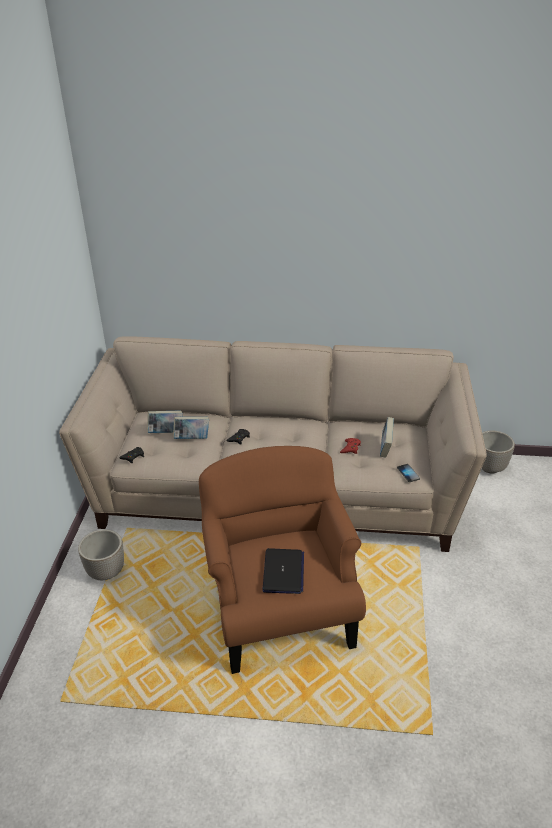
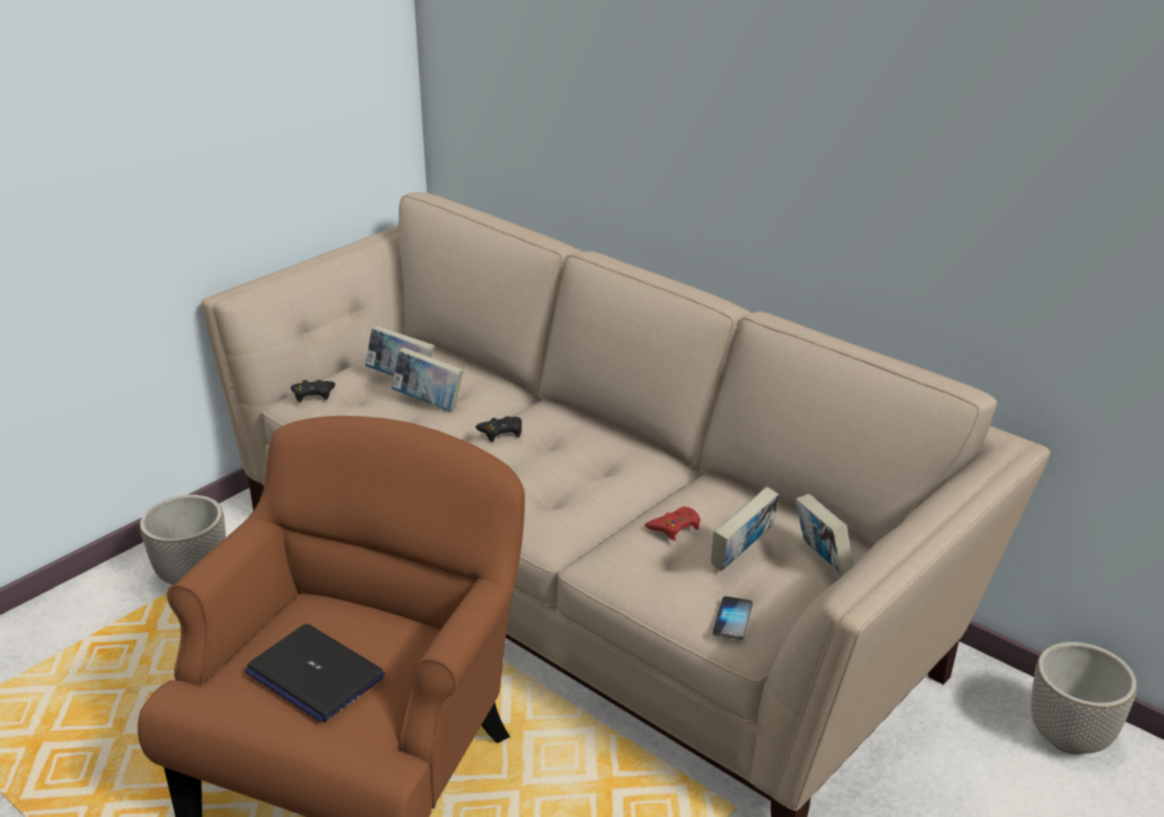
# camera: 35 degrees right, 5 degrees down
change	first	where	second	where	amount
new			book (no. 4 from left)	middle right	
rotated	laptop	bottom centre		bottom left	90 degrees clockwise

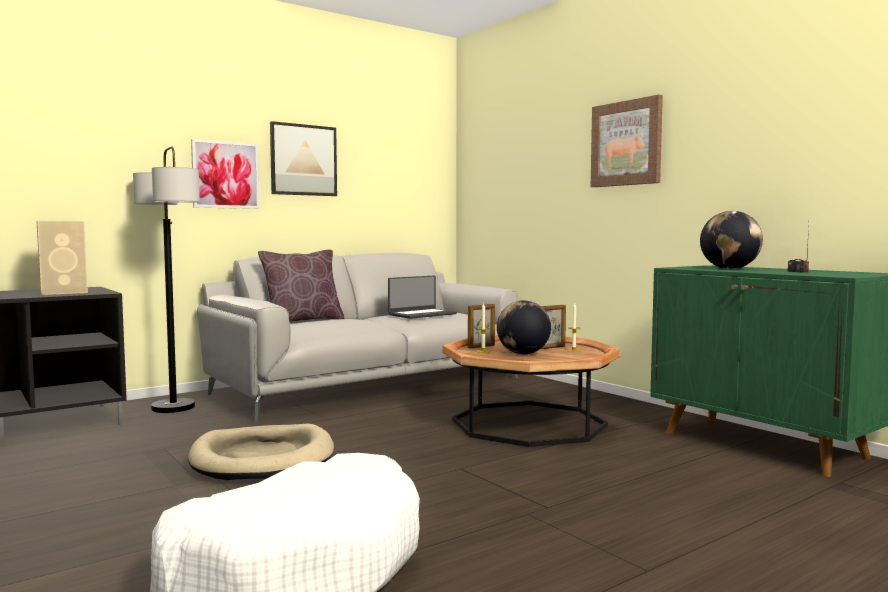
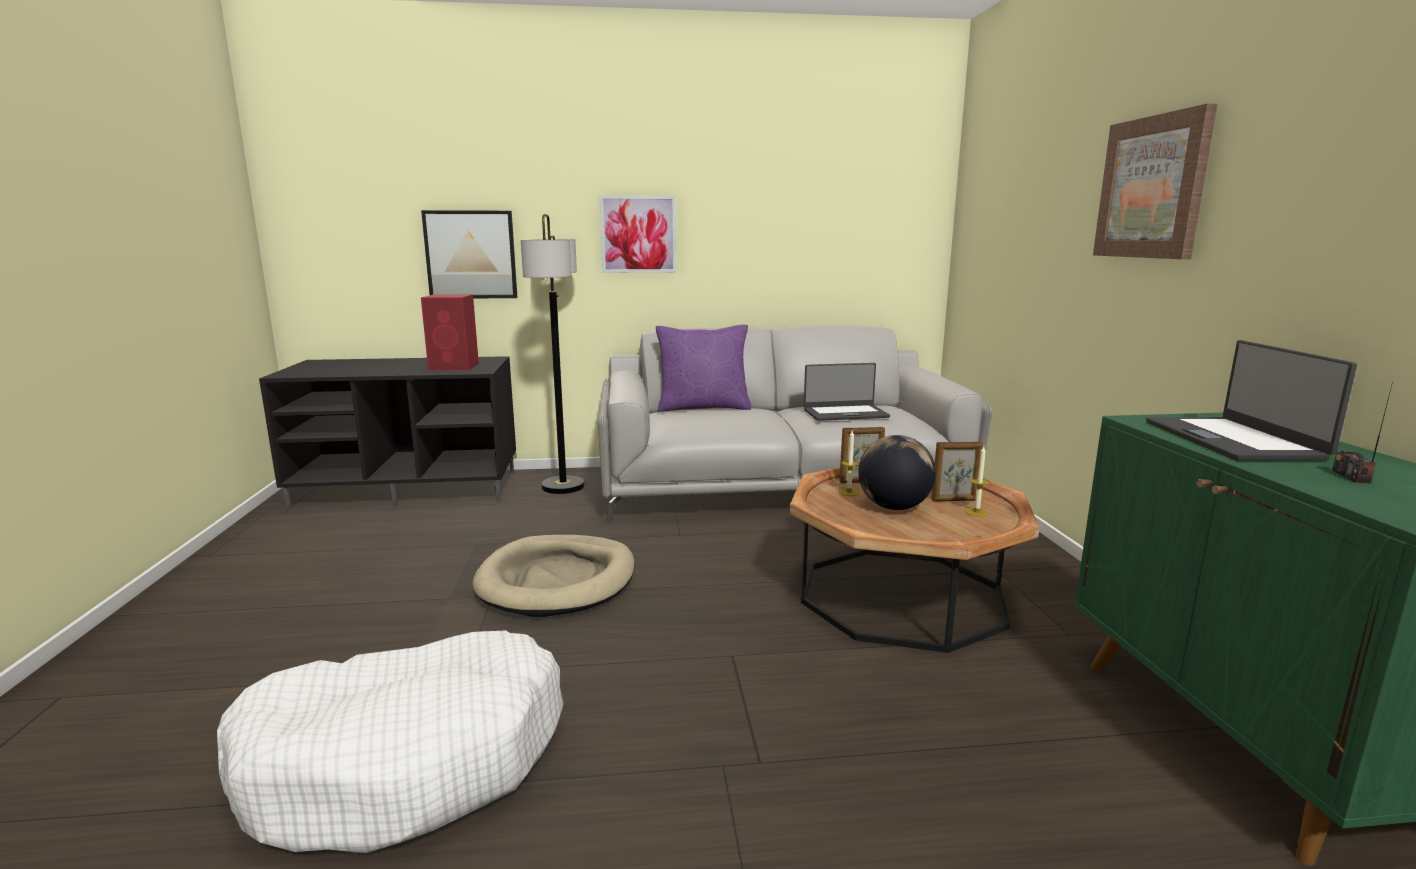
# camera: 30 degrees right, 10 degrees up
change	first	where	second	where	amount
shifted	picture (no. 2 from left in the first image)	top centre	picture (no. 1 from left)	top left	
swapped	globe (no. 2 from left)	middle right	laptop (no. 2 from left)	middle right	
repainted	beige speaker	middle left	red speaker	middle left	
repainted	brown pillow	centre	purple pillow	centre	

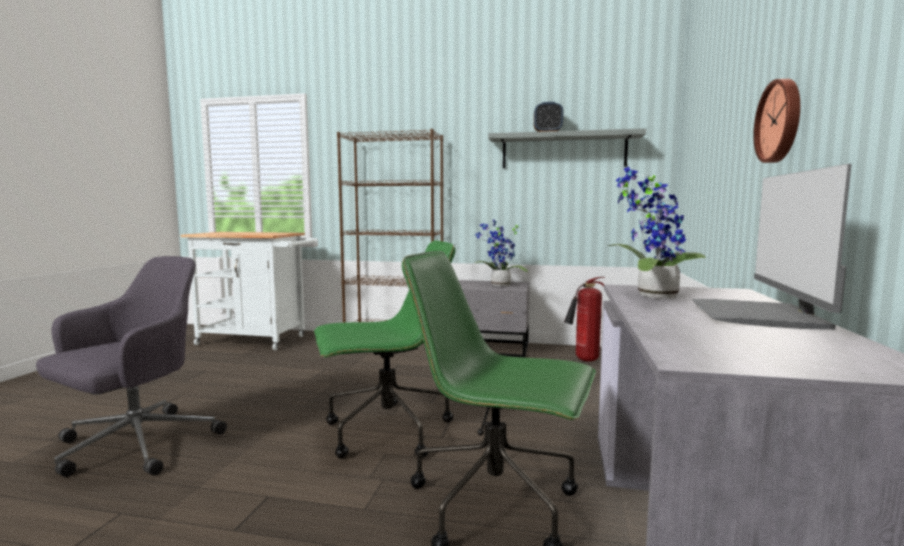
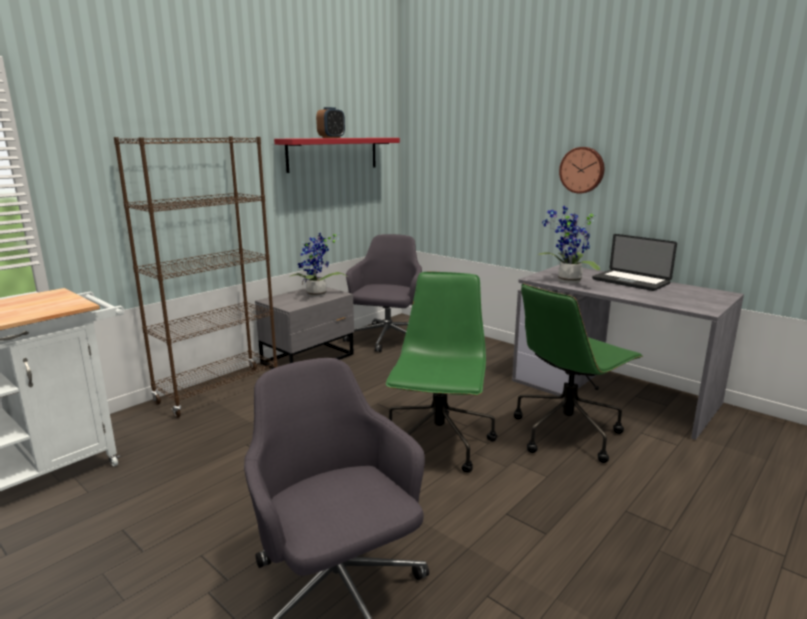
# camera: 60 degrees left, 10 degrees up
change	first	where	second	where	amount
swapped	fire extinguisher	centre	grey office chair (no. 2 from left)	centre	
swapped	monitor	middle right	laptop	middle right	
repainted	grey shelf	top centre	red shelf	top centre	

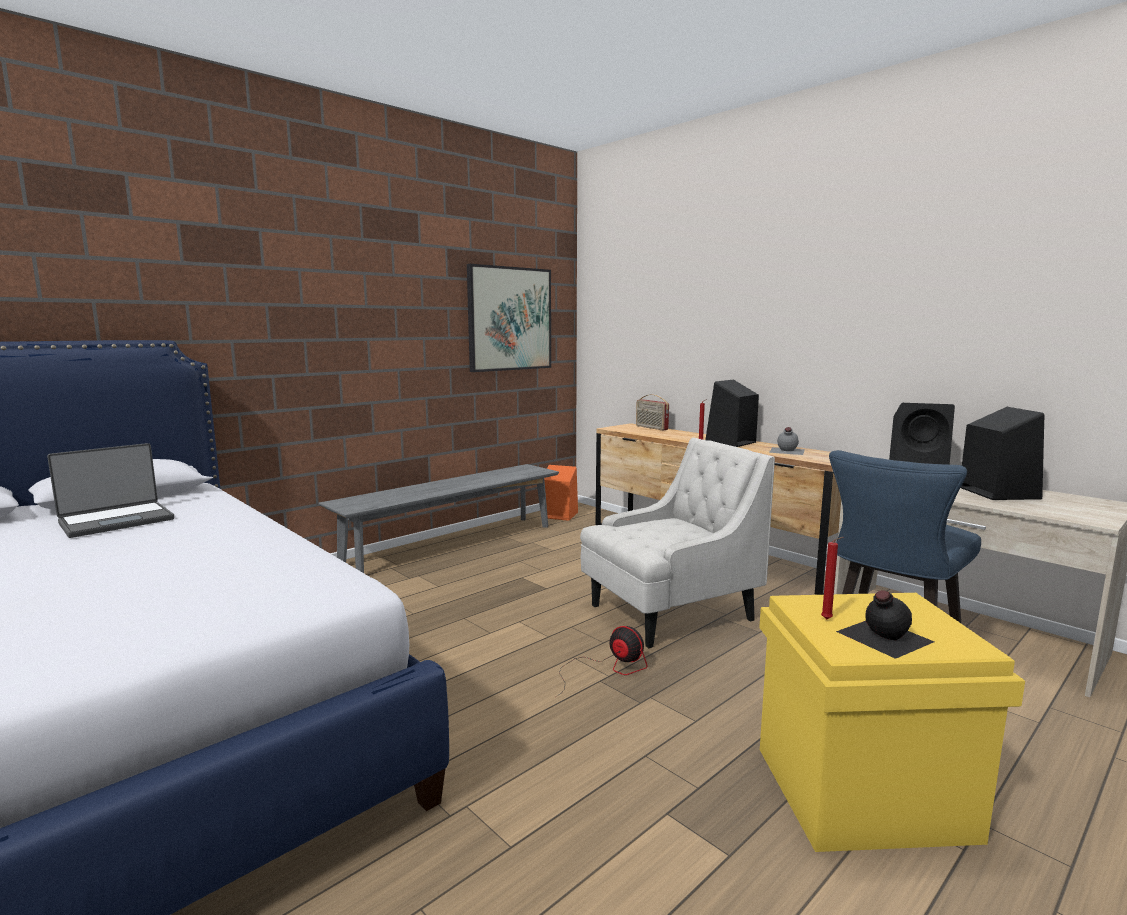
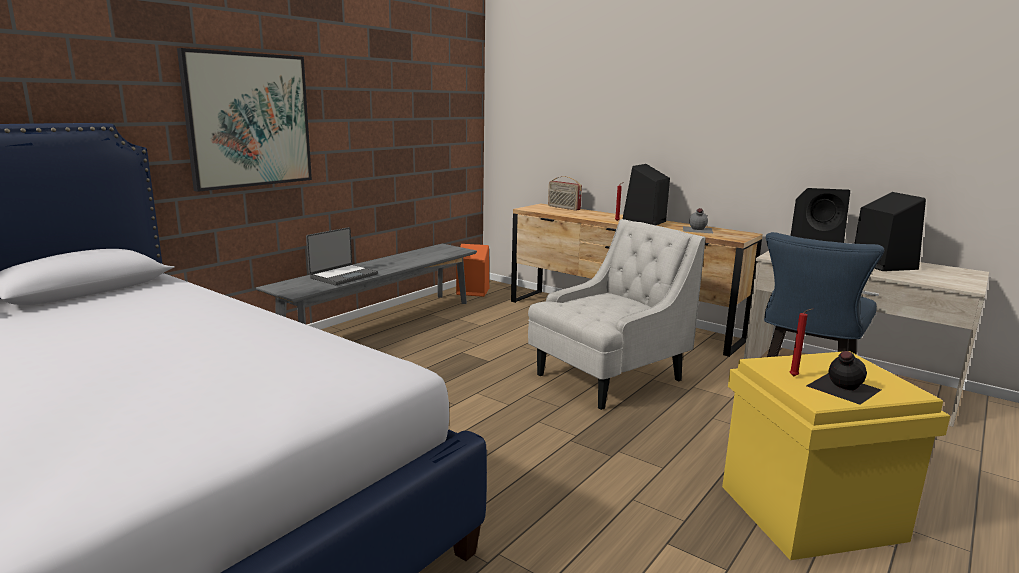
# camera: 10 degrees left, 5 degrees up
change	first	where	second	where	amount
gone	fan	bottom centre			
shifted	laptop	middle left		centre	
shifted	picture	centre		top left	

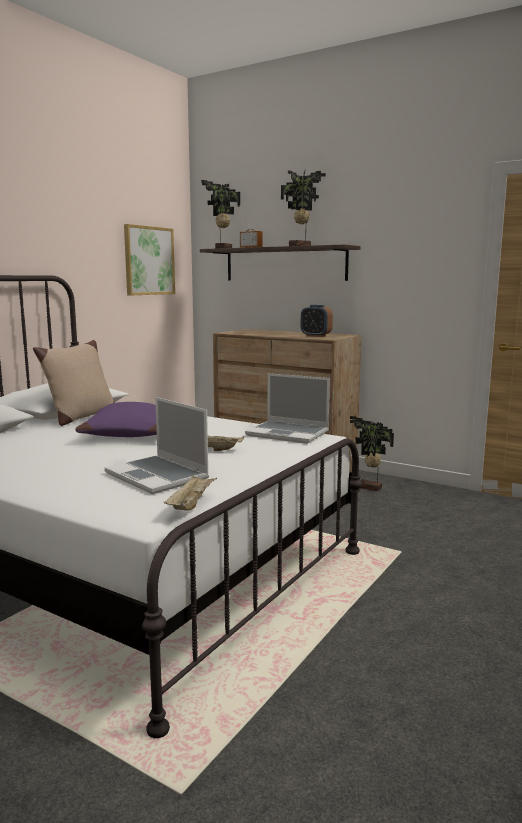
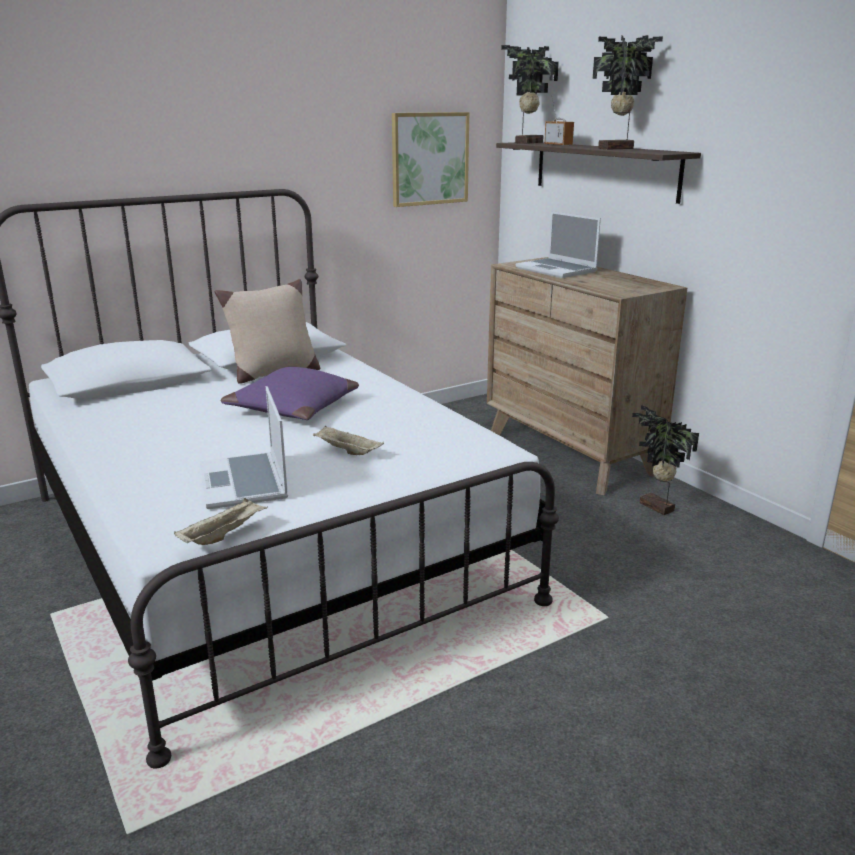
# camera: 25 degrees right, 10 degrees up
change	first	where	second	where	amount
gone	alarm clock	centre			
shifted	laptop (no. 2 from left)	centre		top centre	

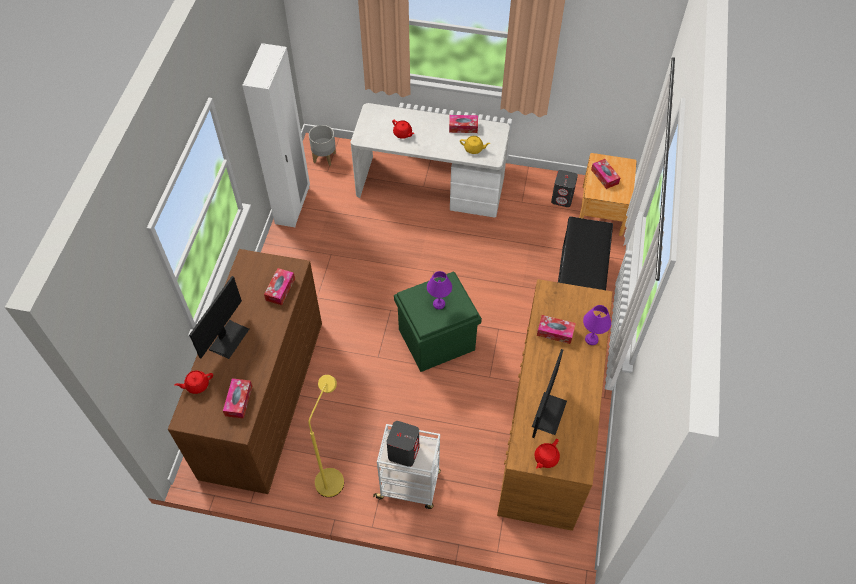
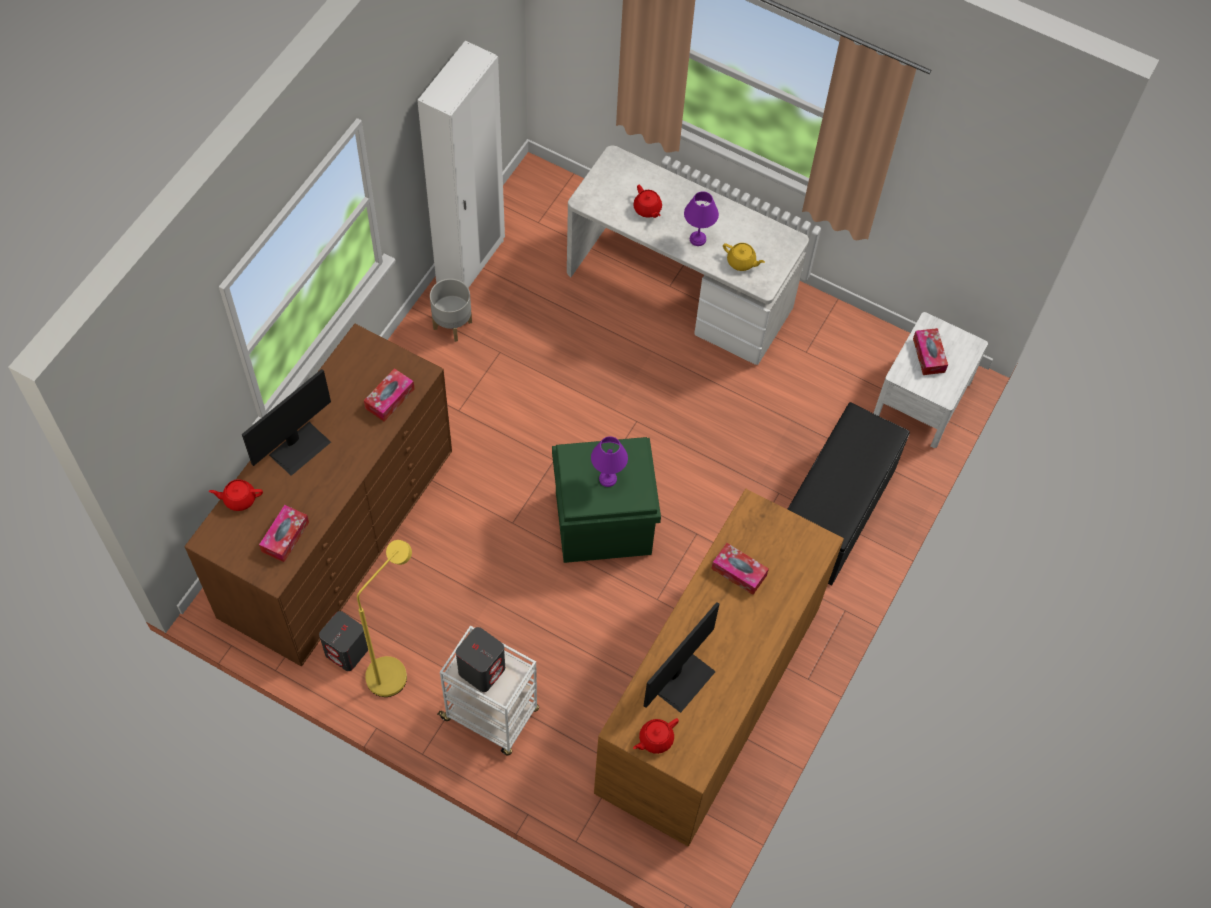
# camera: 15 degrees right, 5 degrees up
change	first	where	second	where	amount
gone	tissue box (no. 3 from left)	top centre			
shifted	grey planter	top centre		centre	
shifted	grey speaker (no. 2 from left in the first image)	top centre	grey speaker (no. 1 from left)	bottom left	
shifted	purple table lamp (no. 2 from left)	middle right		top centre	
repainted	brown nightstand	top right	white nightstand	middle right	

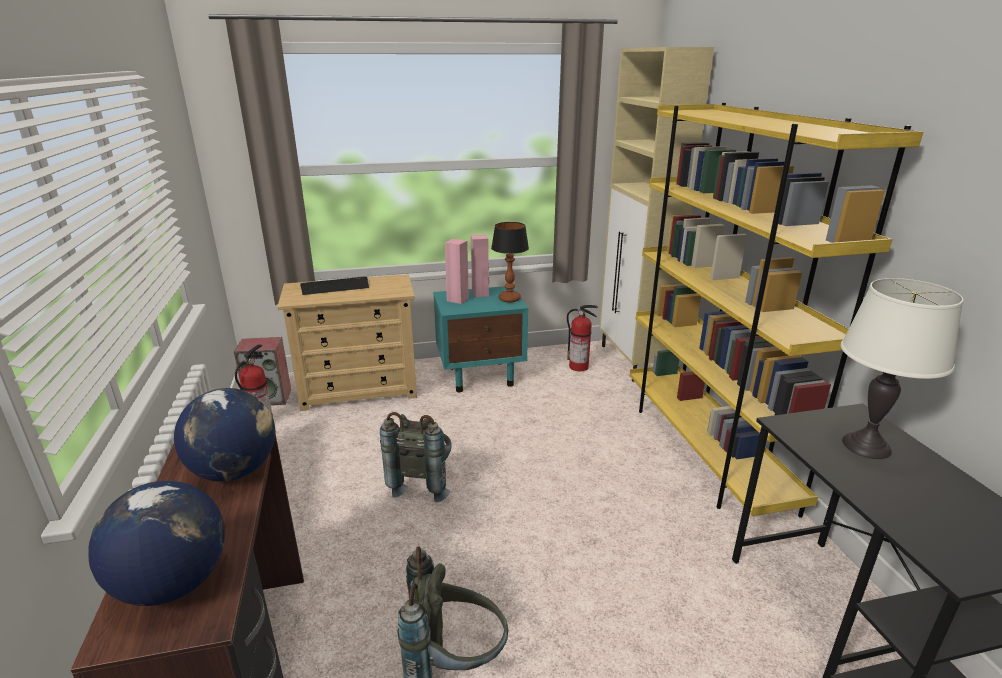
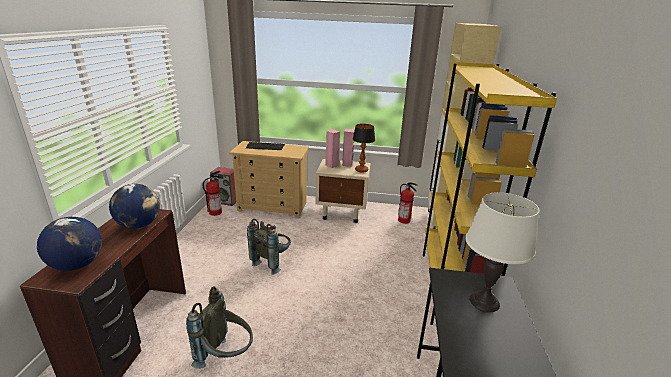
# camera: 20 degrees right, 0 degrees up
change	first	where	second	where	amount
repainted	turquoise nightstand	centre	beige nightstand	centre	

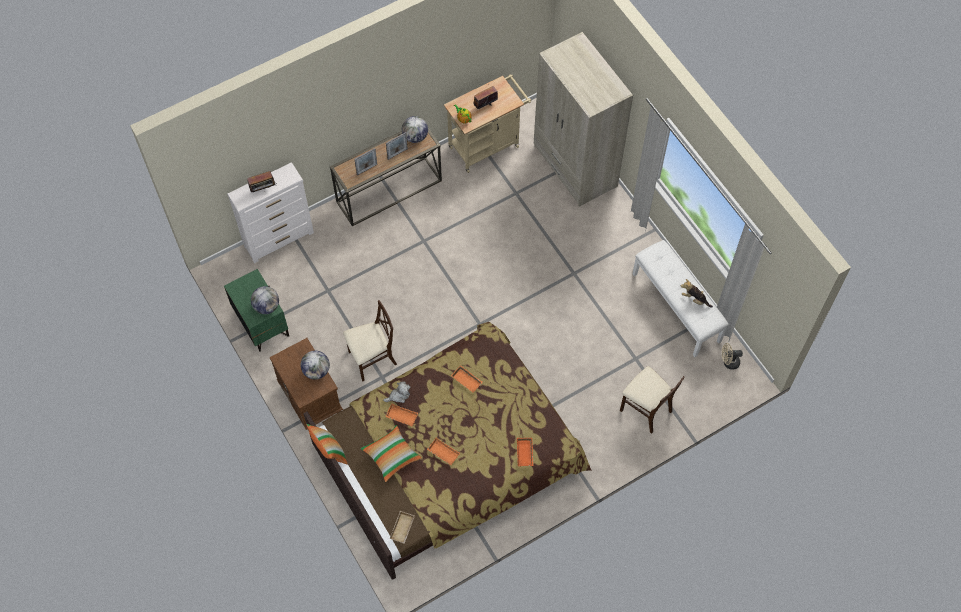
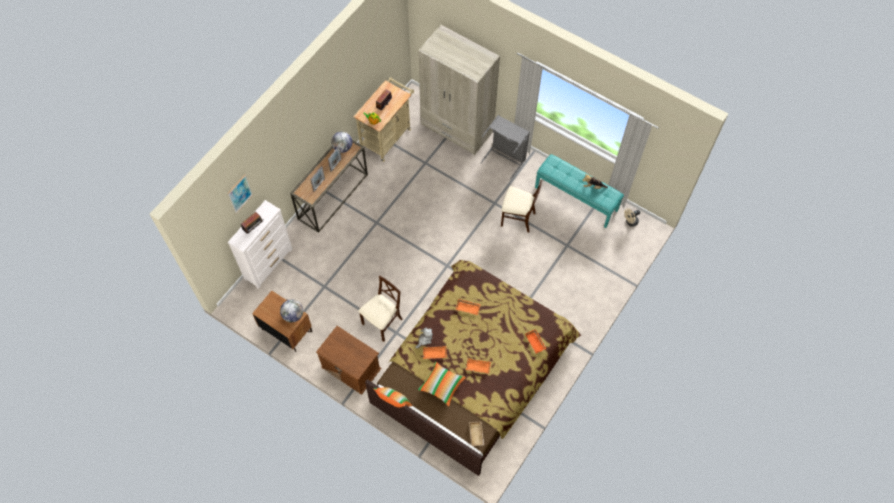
# camera: 25 degrees left, 0 degrees up
change	first	where	second	where	amount
gone	globe (no. 2 from left)	middle left			
new			picture	middle left	
new			grey laundry basket	top centre	
shifted	beige chair (no. 2 from left)	middle right		centre	
repainted	green nightstand	middle left	brown nightstand (no. 1 from left)	middle left	
repainted	white bench	middle right	turquoise bench	centre	

